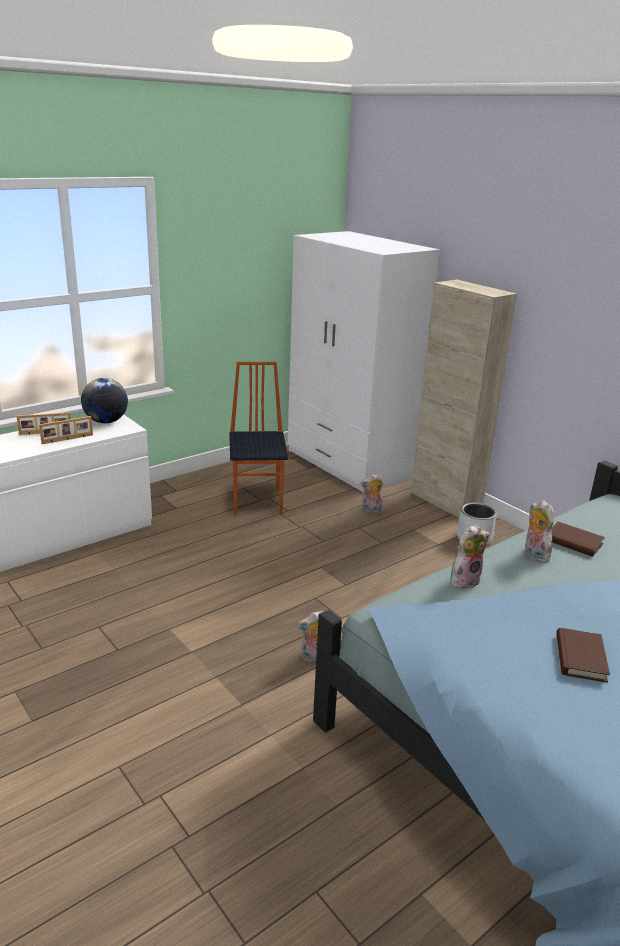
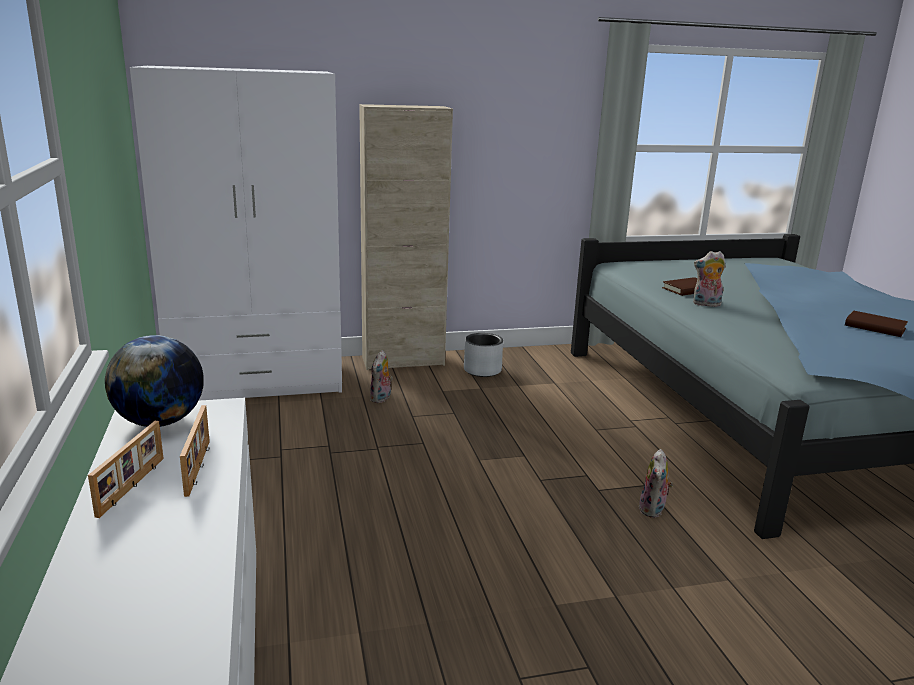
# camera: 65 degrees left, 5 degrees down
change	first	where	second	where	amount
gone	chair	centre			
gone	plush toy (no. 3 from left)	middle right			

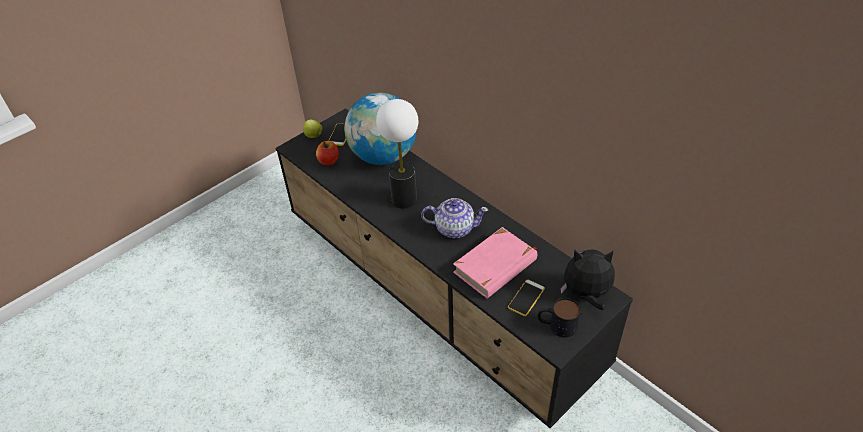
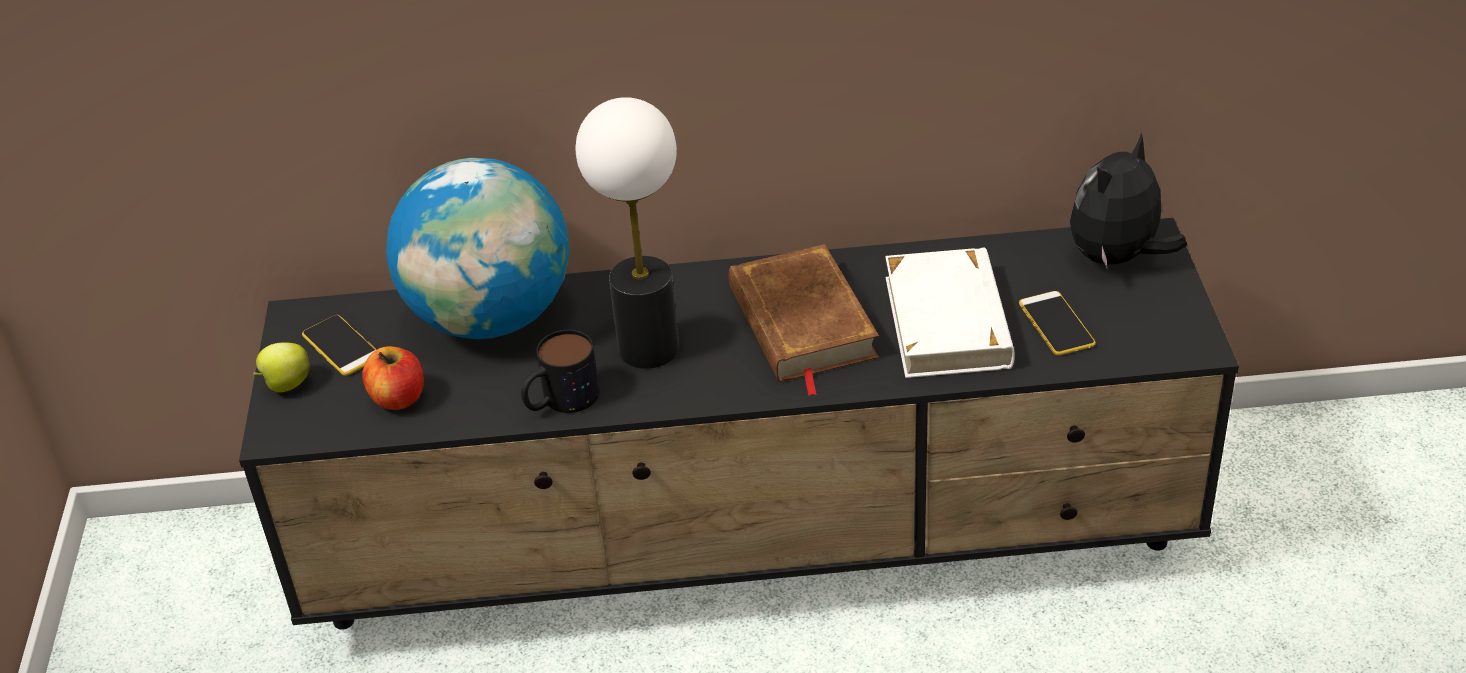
# camera: 50 degrees left, 5 degrees down
change	first	where	second	where	amount
shifted	mug	bottom centre		centre	
swapped	teapot	centre	brown book	centre	
repainted	pink book	centre	white book	centre	

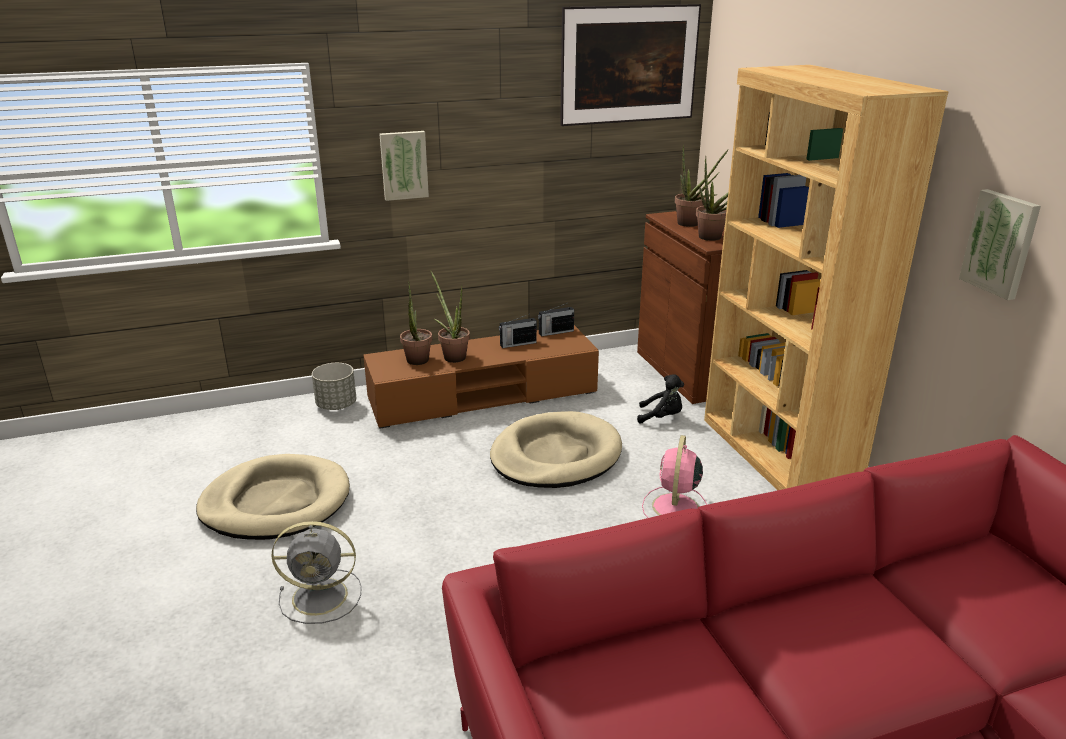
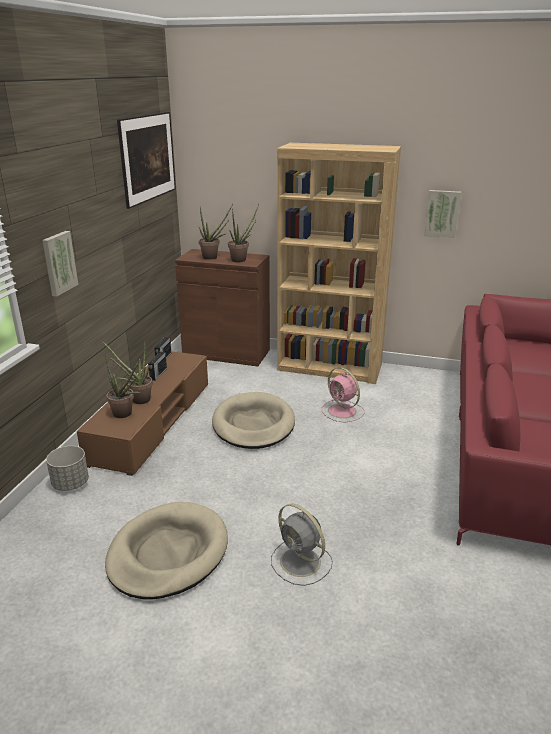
# camera: 55 degrees left, 0 degrees up
change	first	where	second	where	amount
gone	black plush toy	centre			
rotated	grey fan	bottom left		bottom centre	105 degrees clockwise

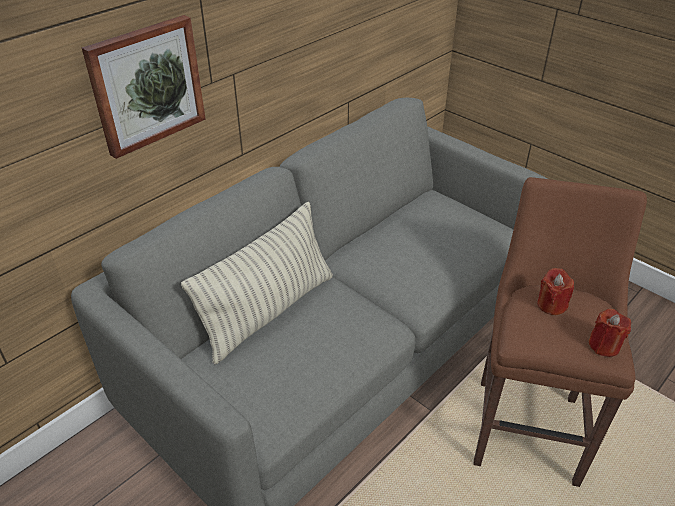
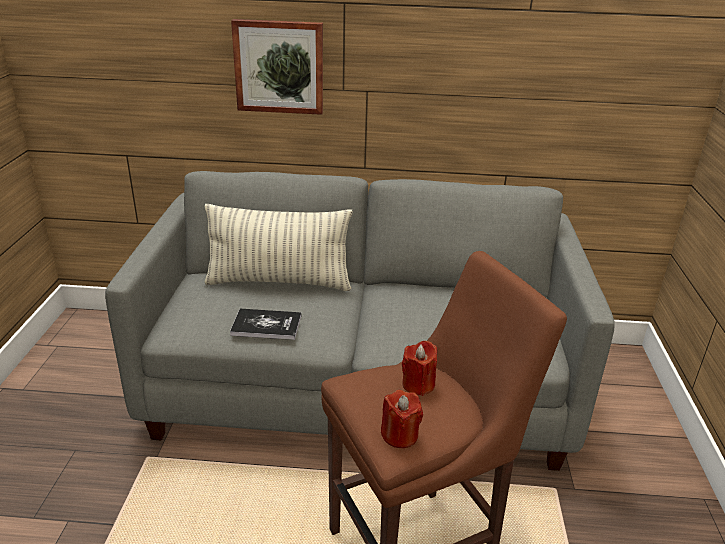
# camera: 50 degrees right, 10 degrees down
change	first	where	second	where	amount
new			book	centre	

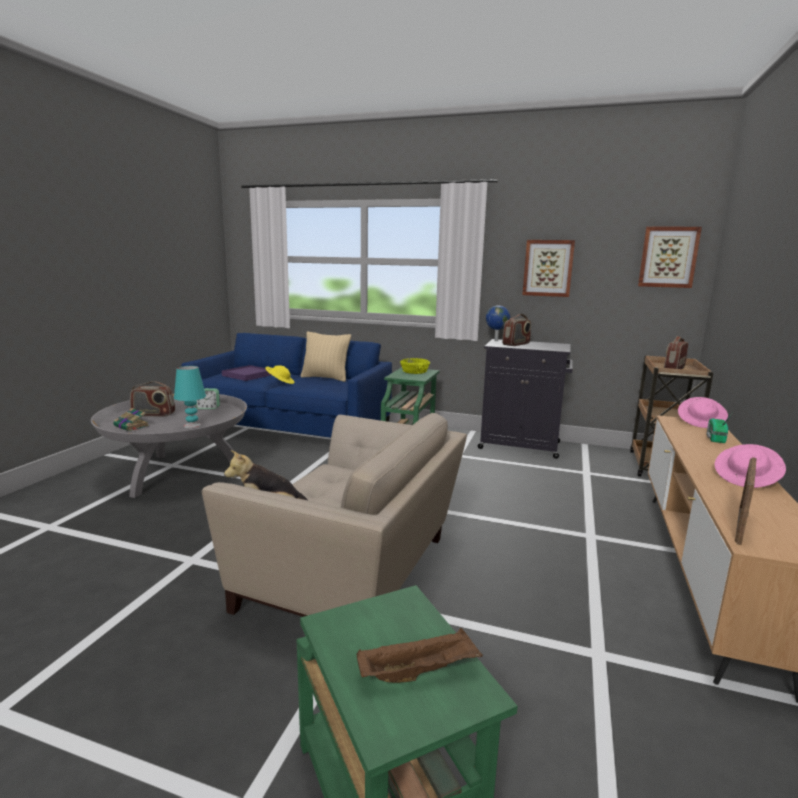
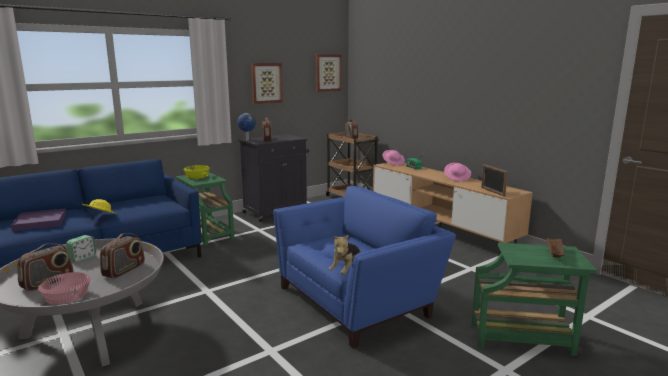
# camera: 55 degrees left, 0 degrees up
change	first	where	second	where	amount
gone	beige pillow	centre			
swapped	book	middle left	pink bowl	bottom left	
swapped	turquoise table lamp	middle left	radio (no. 2 from left)	bottom left	
repainted	beige armchair	centre	blue armchair	bottom centre	

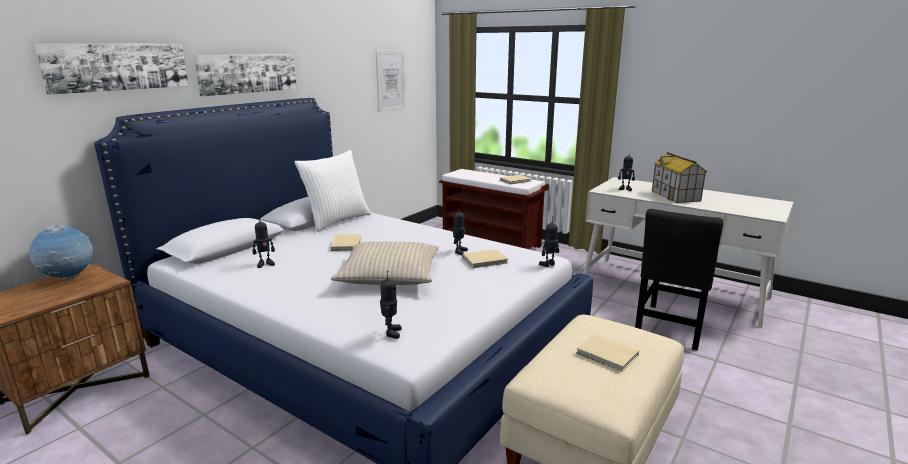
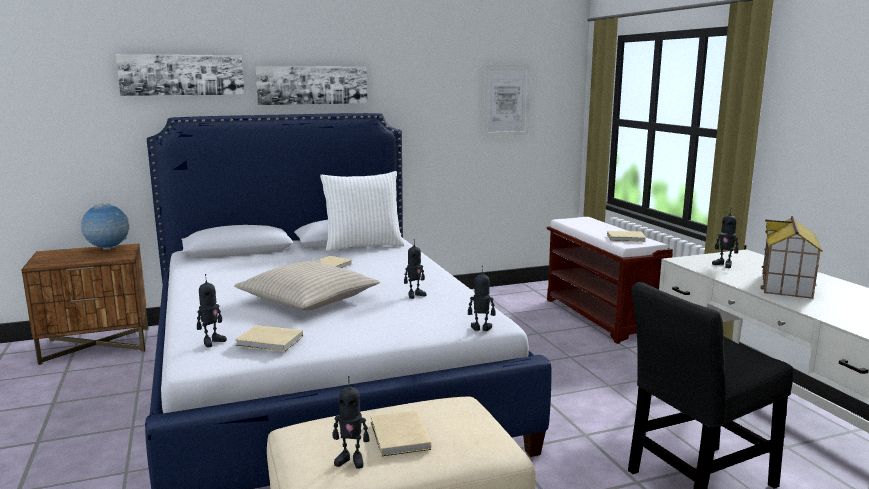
# camera: 35 degrees right, 5 degrees down
change	first	where	second	where	amount
shifted	toy robot (no. 1 from left in the first image)	middle left	toy robot (no. 2 from left)	bottom centre	
shifted	beige book (no. 2 from left in the first image)	centre	beige book (no. 1 from left)	bottom left	

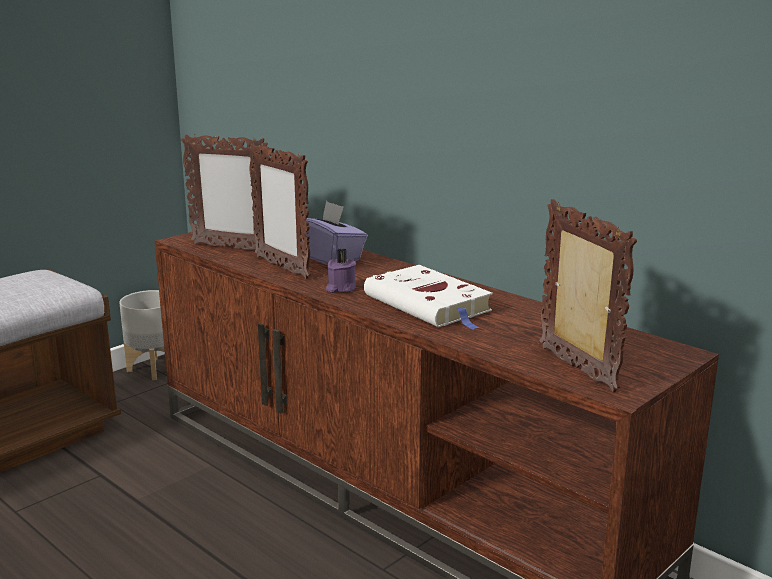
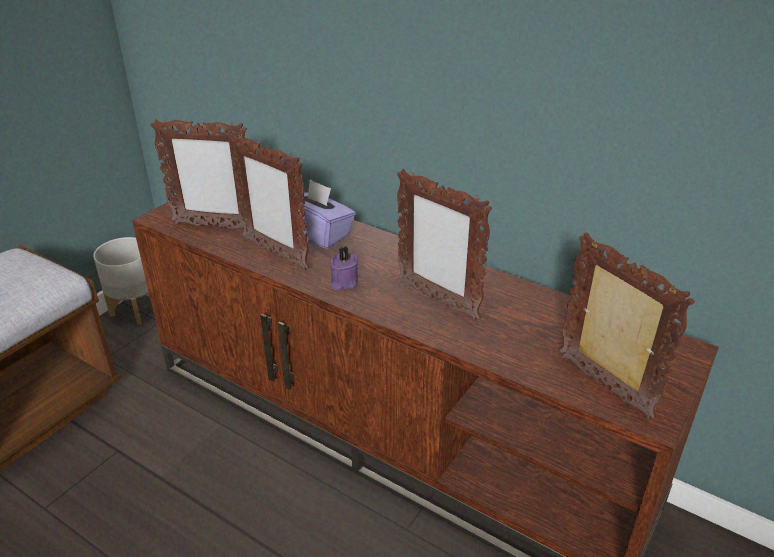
# camera: 10 degrees left, 15 degrees up
change	first	where	second	where	amount
swapped	white book	centre	picture frame (no. 3 from left)	centre	

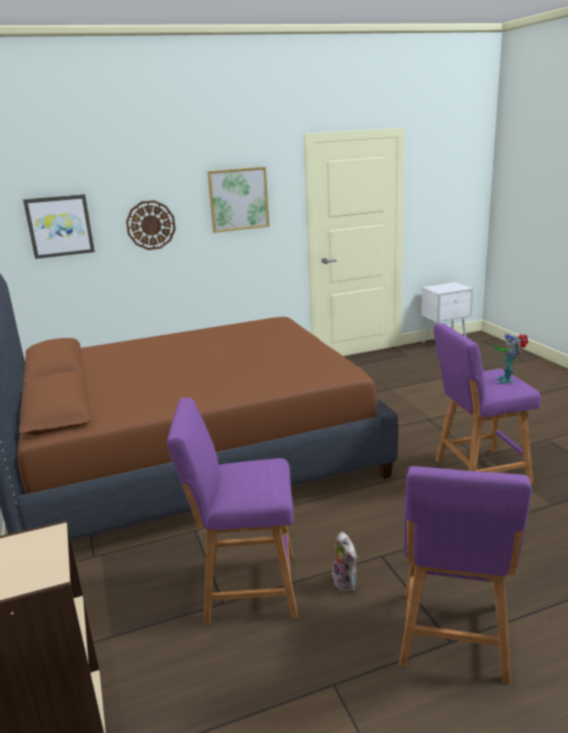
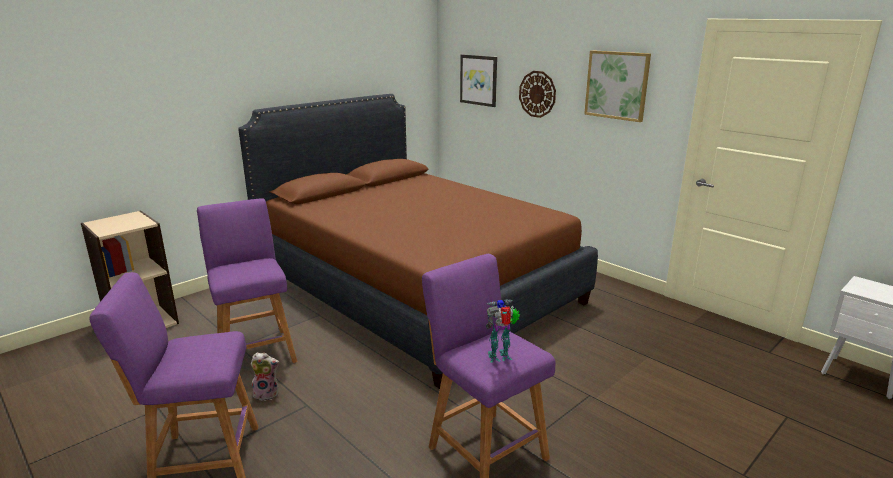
# camera: 65 degrees right, 0 degrees up
change	first	where	second	where	amount
rotated	plush toy	bottom centre		bottom left	135 degrees counterclockwise

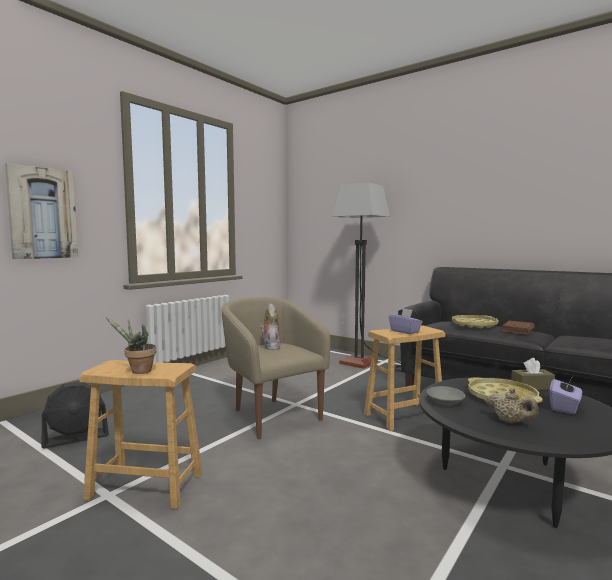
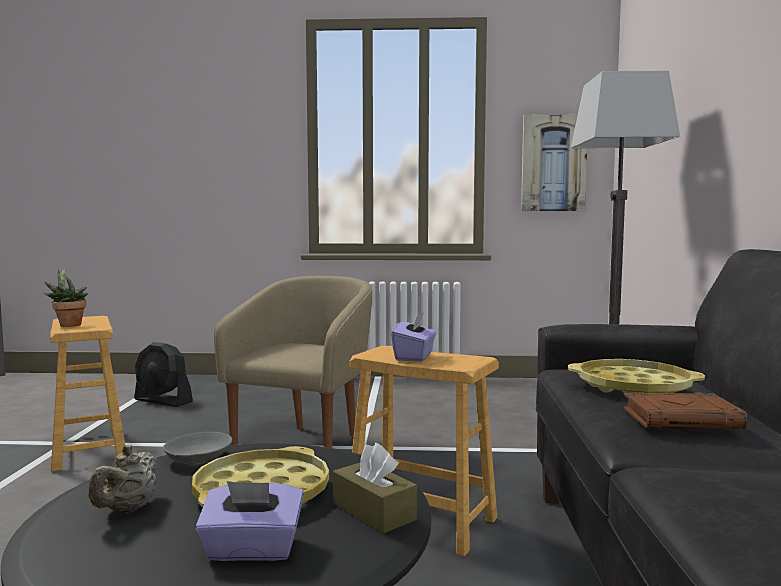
# camera: 55 degrees right, 0 degrees up
change	first	where	second	where	amount
gone	plush toy	centre			
shifted	picture	middle left		top right	

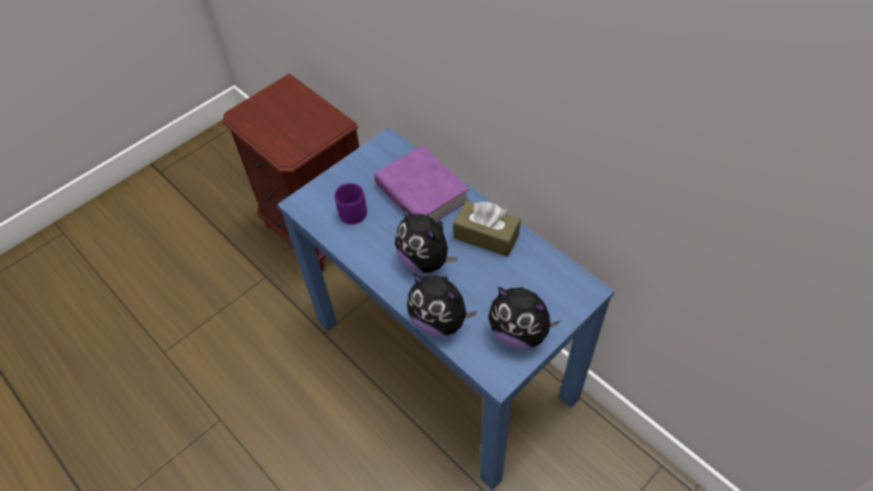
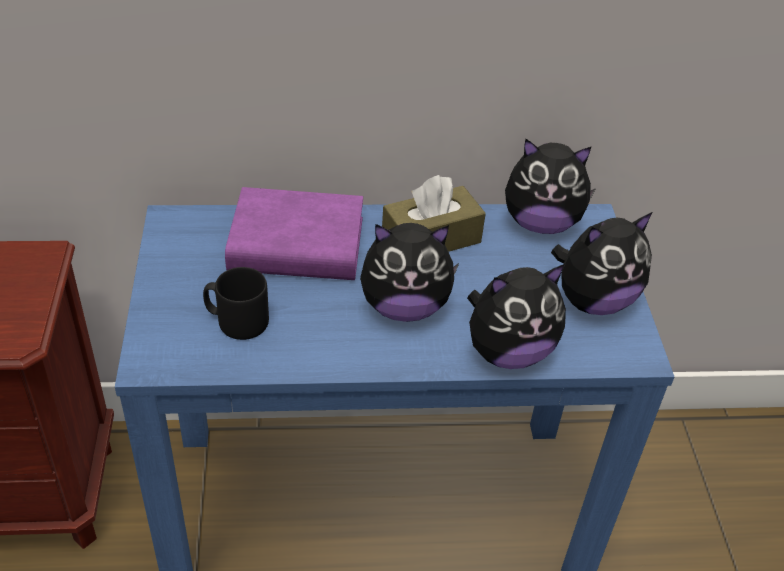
# camera: 55 degrees left, 10 degrees down
change	first	where	second	where	amount
new			plush toy (no. 3 from left)	top right	
repainted	purple mug	centre	black mug	middle left	

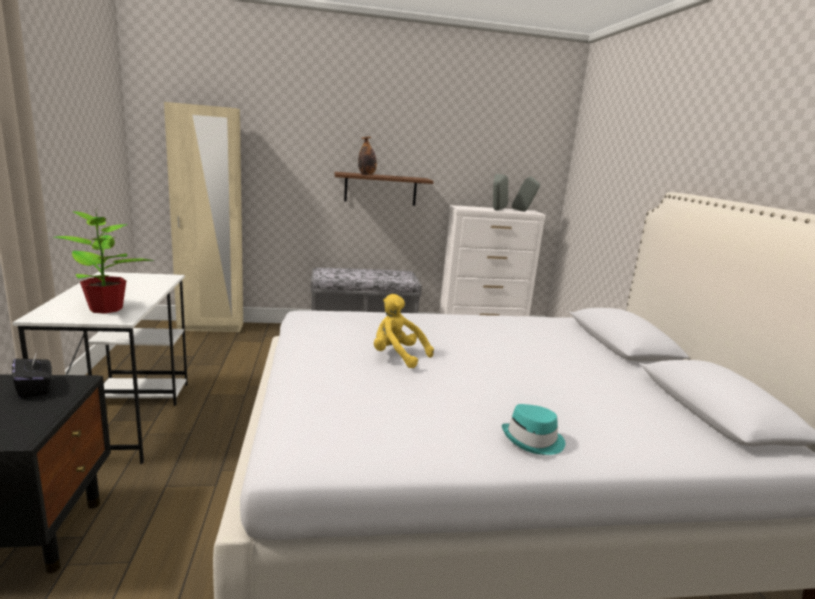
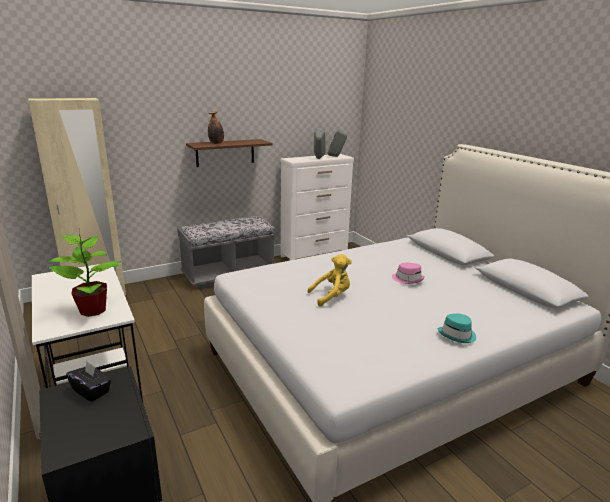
# camera: 20 degrees left, 5 degrees up
change	first	where	second	where	amount
new			pink hat	middle right	
rotated	yellow plush toy	centre		centre	150 degrees clockwise

